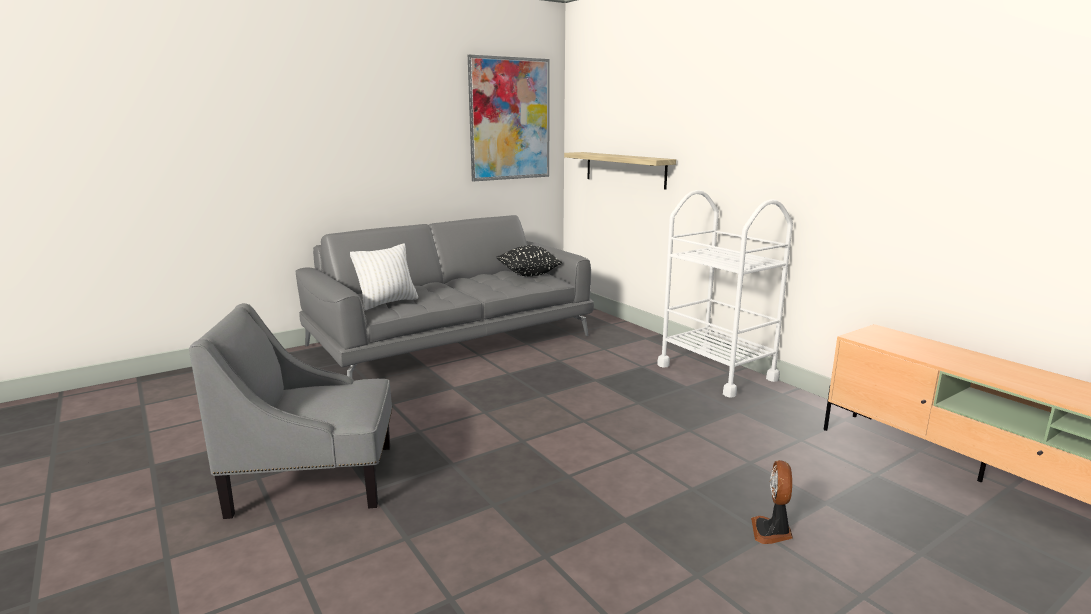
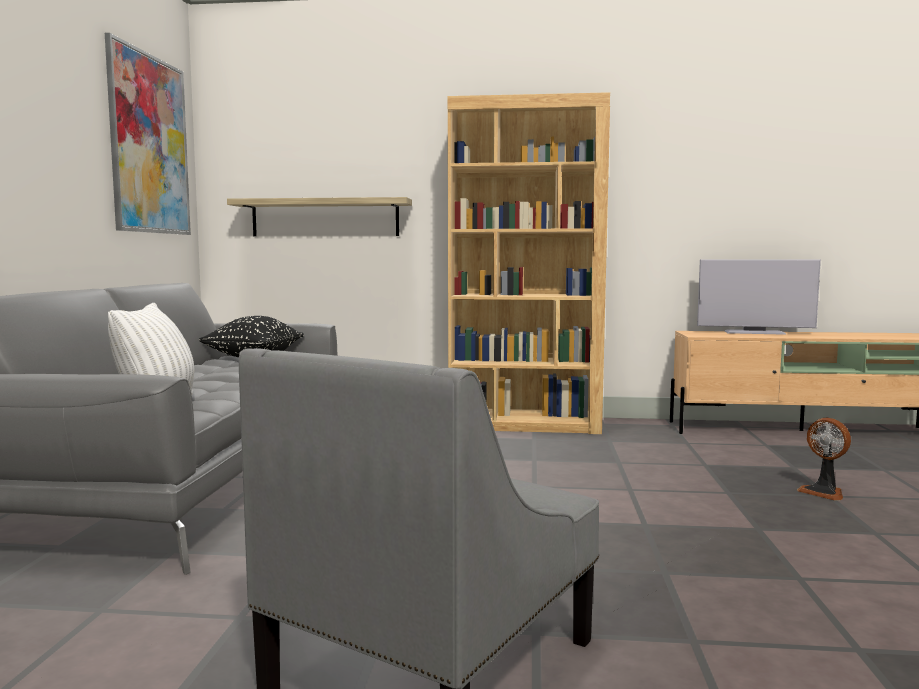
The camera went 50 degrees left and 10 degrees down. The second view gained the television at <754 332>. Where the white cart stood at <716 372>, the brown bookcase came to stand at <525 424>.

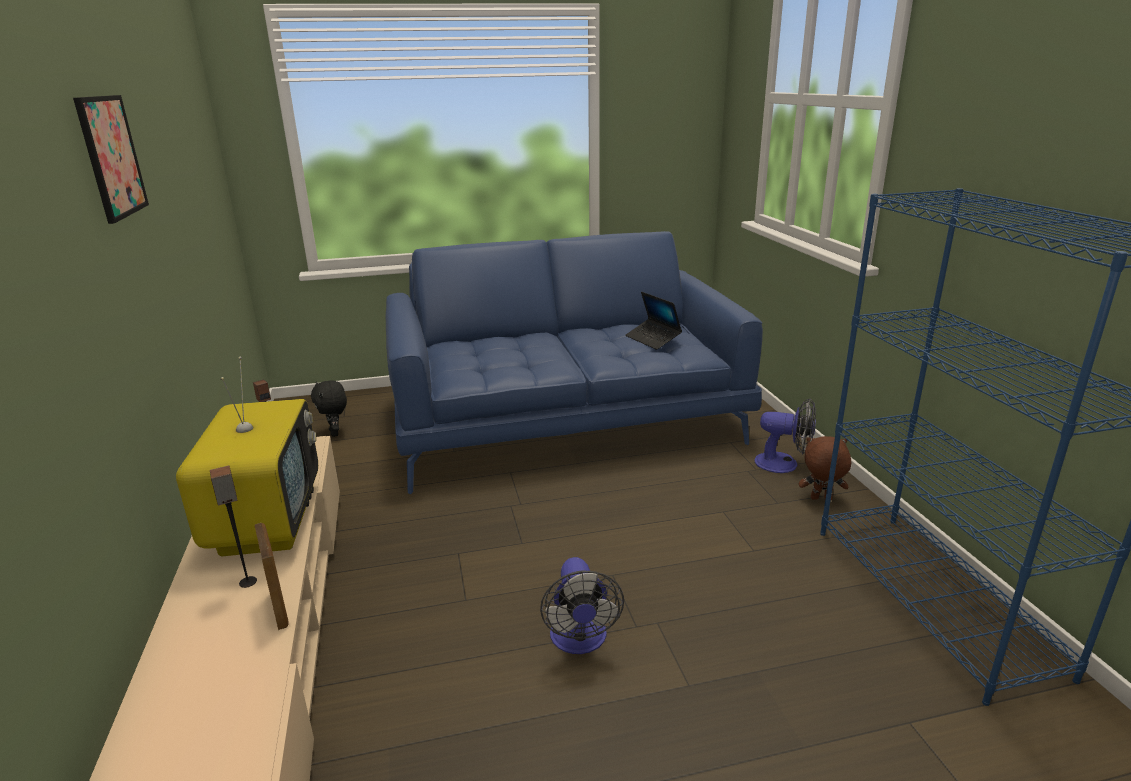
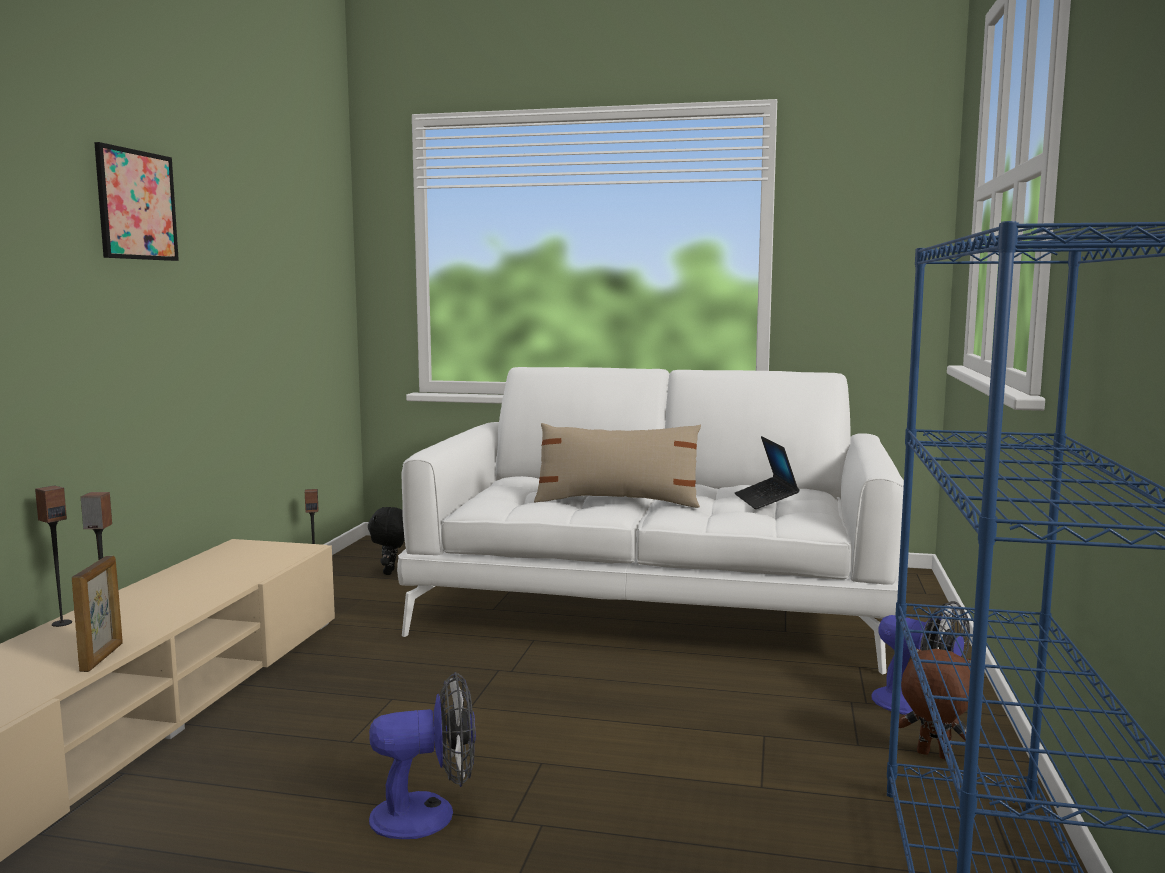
The camera went 25 degrees right and 15 degrees down. The second view lost the television at <267 522>. The second view gained the speaker at <61 623>. The second view gained the beige pillow at <617 502>. What was the blue sofa at <566 419> turned into the white sofa at <657 604>. The fan at <580 641> ended up facing another way, 120 degrees counterclockwise from before.

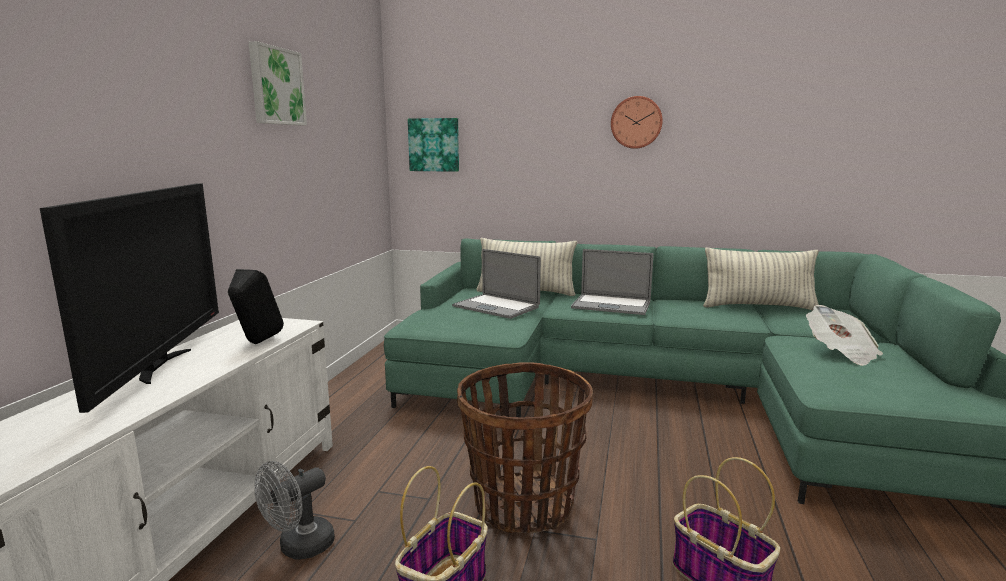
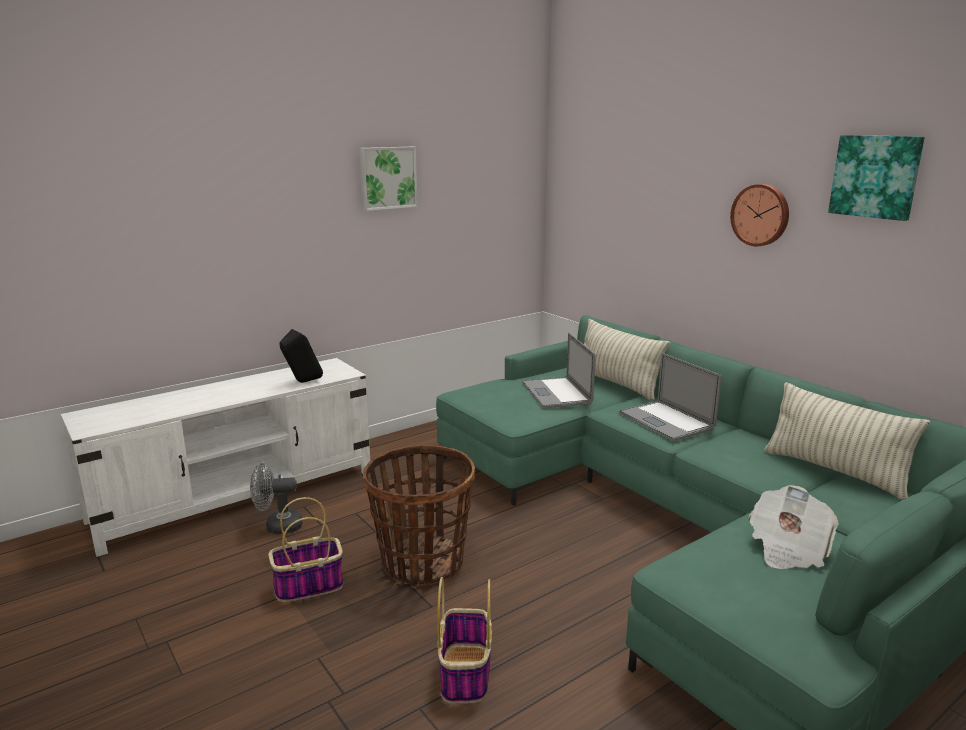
The camera went 40 degrees right and 5 degrees up. The second view lost the television at <161 366>. The picture ended up elsewhere, having gone from <434 145> to <875 176>.

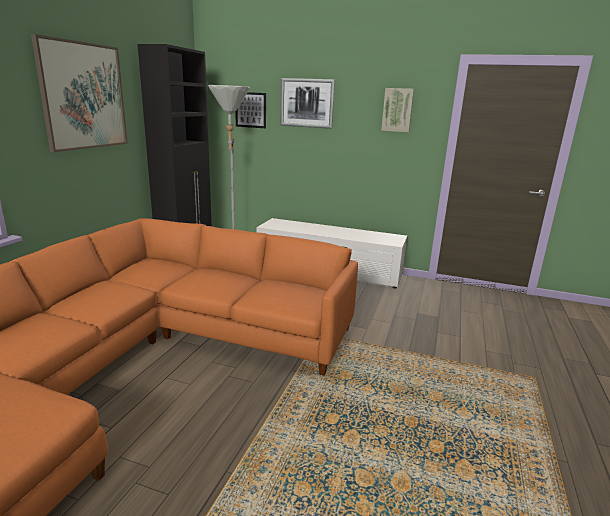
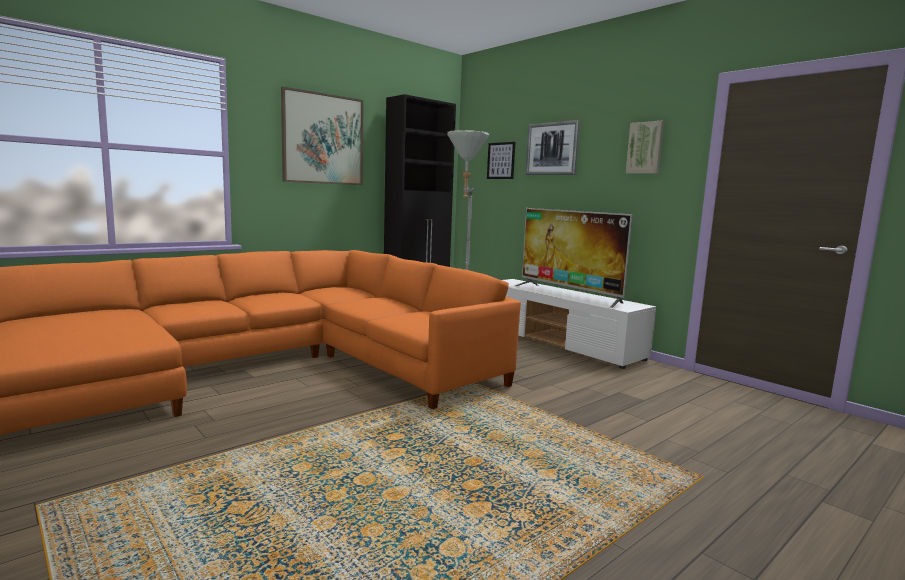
The camera went 30 degrees right and 10 degrees down. The second view gained the television at <569 294>.

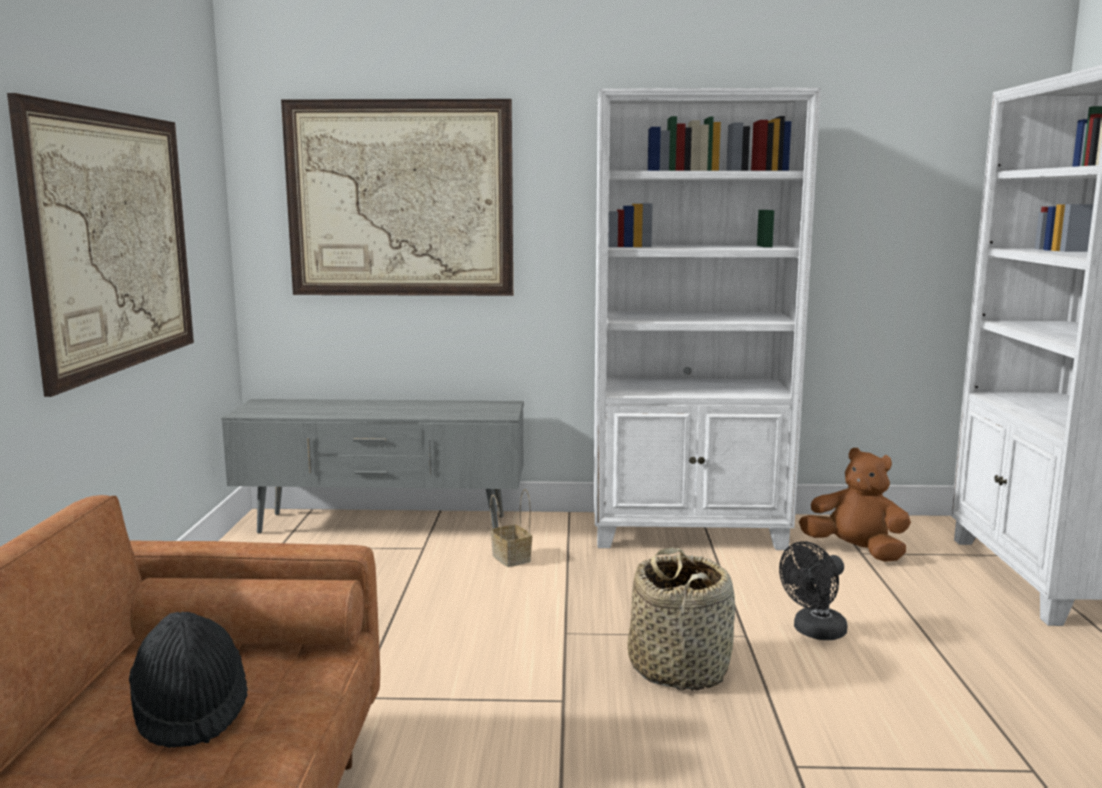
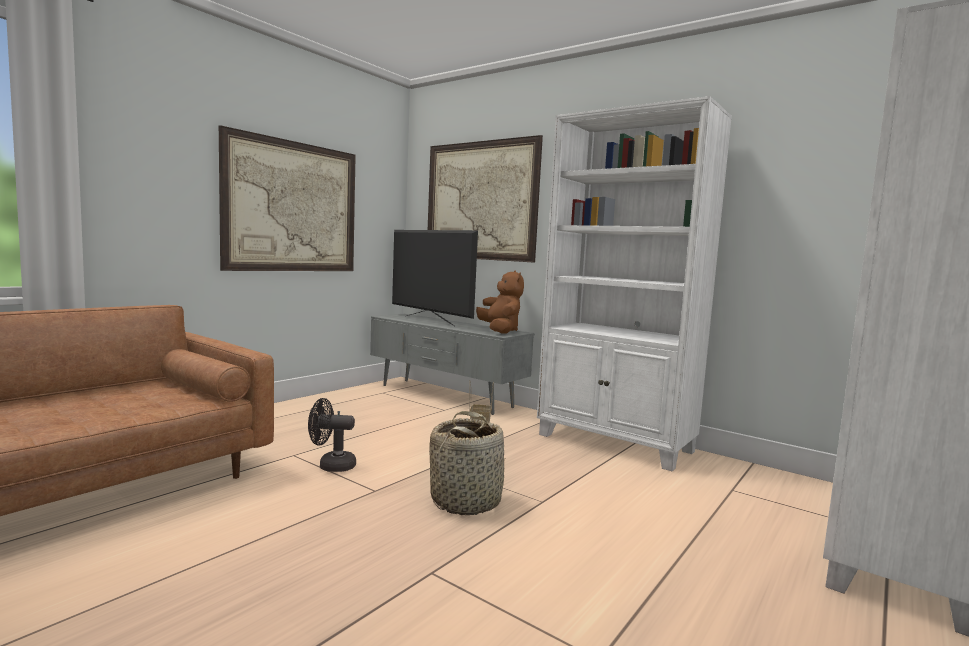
The camera went 35 degrees right and 5 degrees down. The second view lost the black hat at <190 710>. The second view gained the television at <429 321>. The black fan ended up elsewhere, having gone from <814 632> to <331 466>. The brown plush toy ended up elsewhere, having gone from <855 551> to <500 331>.

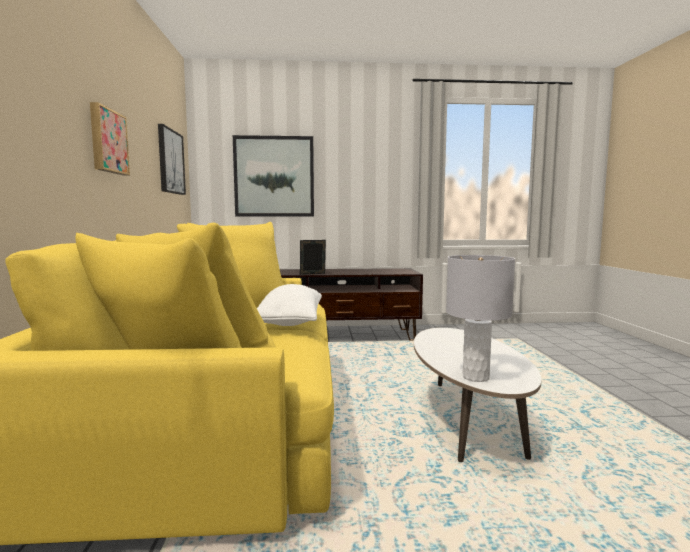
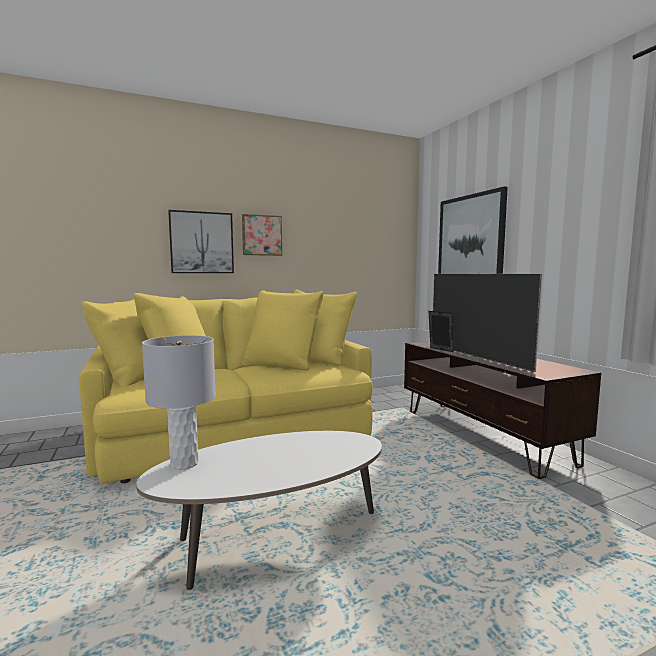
The camera went 70 degrees right and 0 degrees up. The second view lost the white pillow at <289 322>. The second view gained the television at <476 356>. The picture ended up elsewhere, having gone from <170 162> to <201 243>.

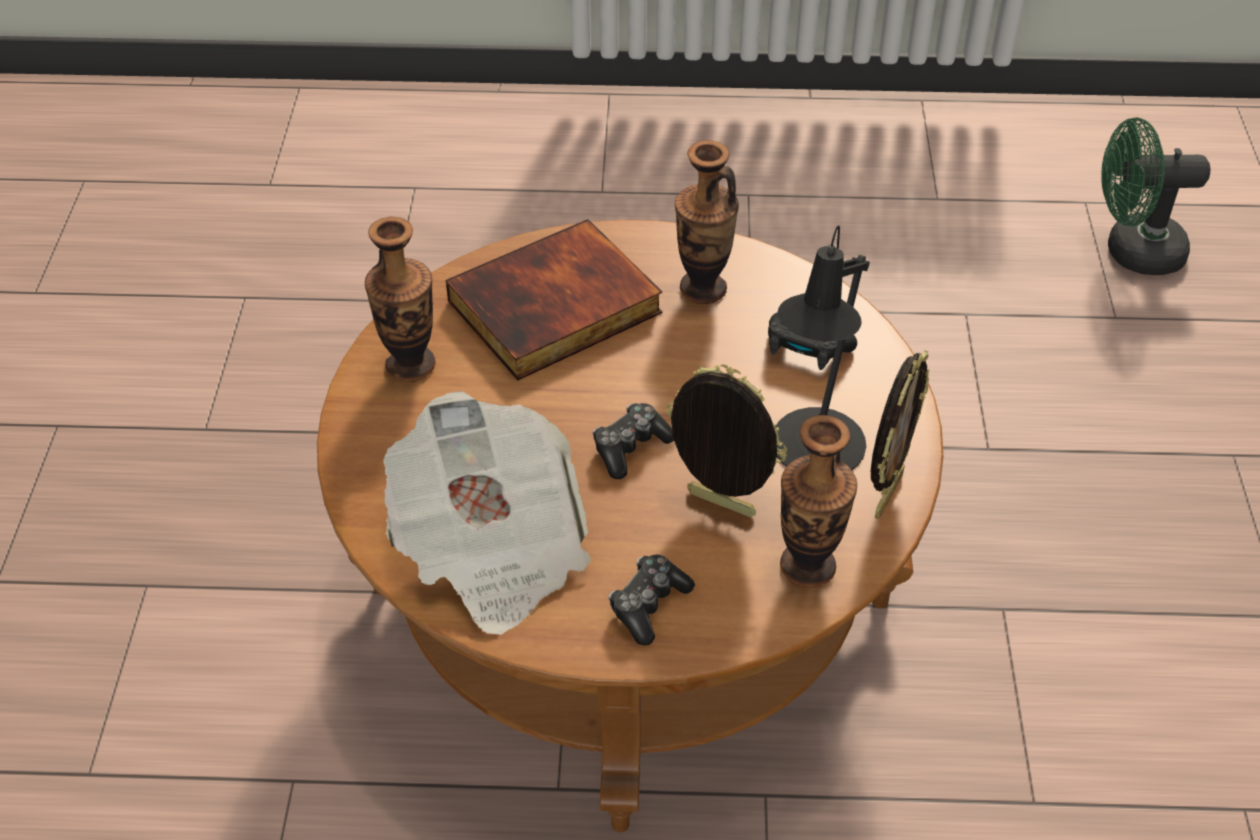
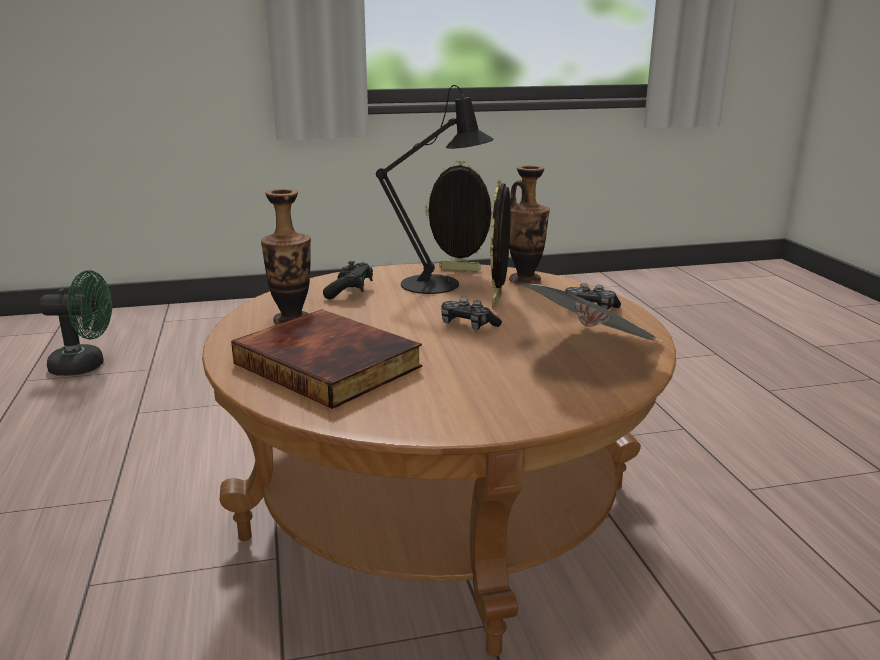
The camera went 105 degrees left and 25 degrees down. The second view lost the vase at <410 365>. The green fan at <1132 252> ended up facing another way, 75 degrees counterclockwise from before.

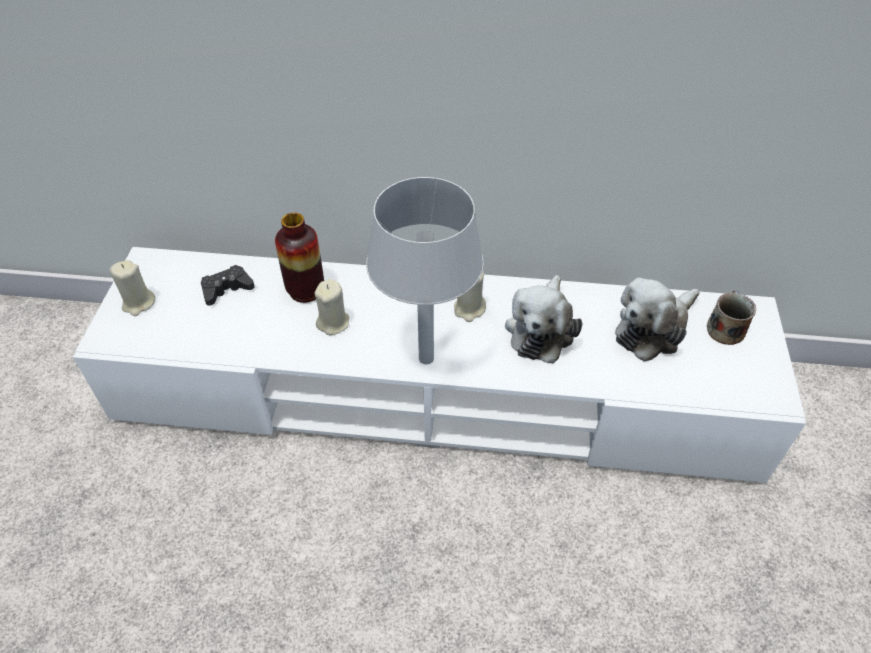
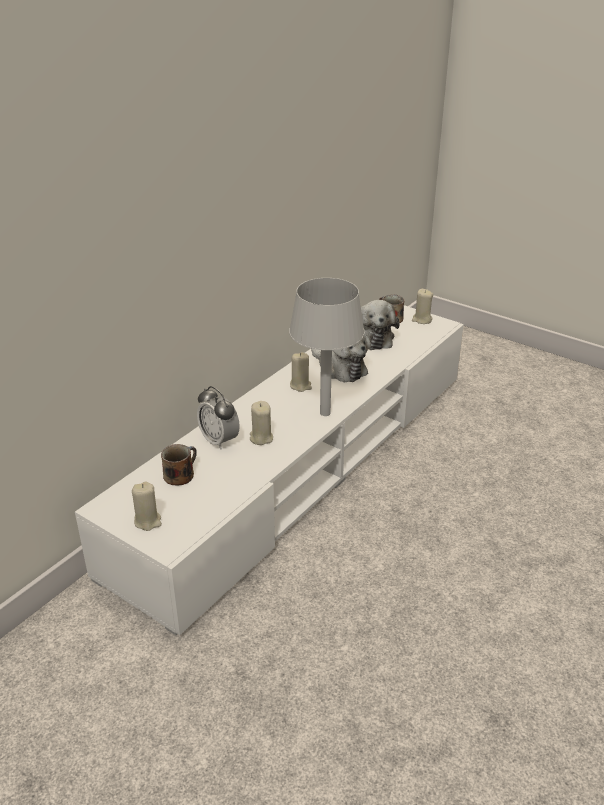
The camera went 60 degrees left and 15 degrees down. The second view gained the beige candle at <422 320>. Where the black game controller stood at <227 289>, the mug came to stand at <180 474>. Where the vase stood at <305 291>, the alarm clock came to stand at <219 441>.

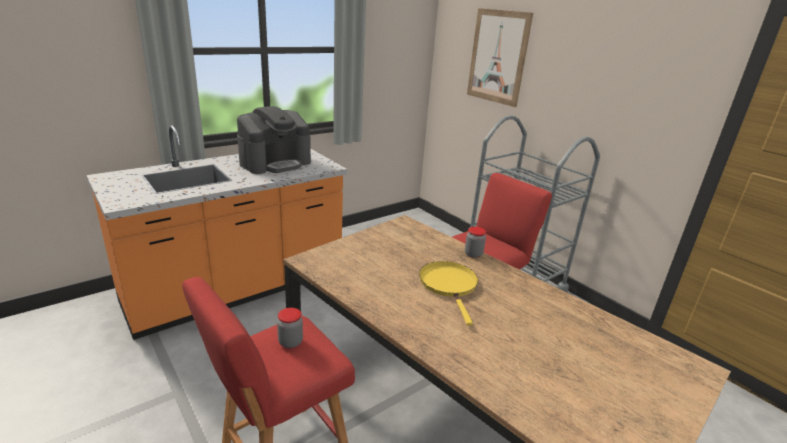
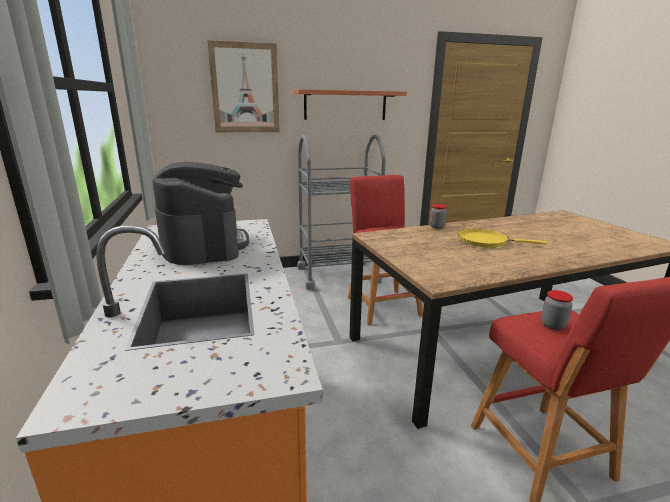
The camera went 65 degrees left and 5 degrees down. The second view gained the shelf at <345 105>.

